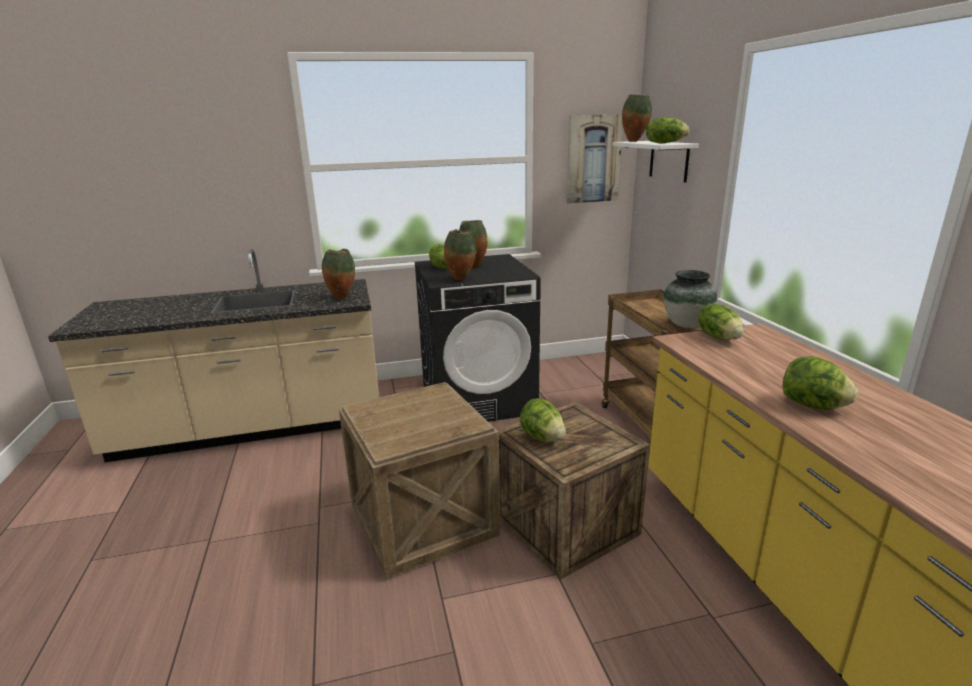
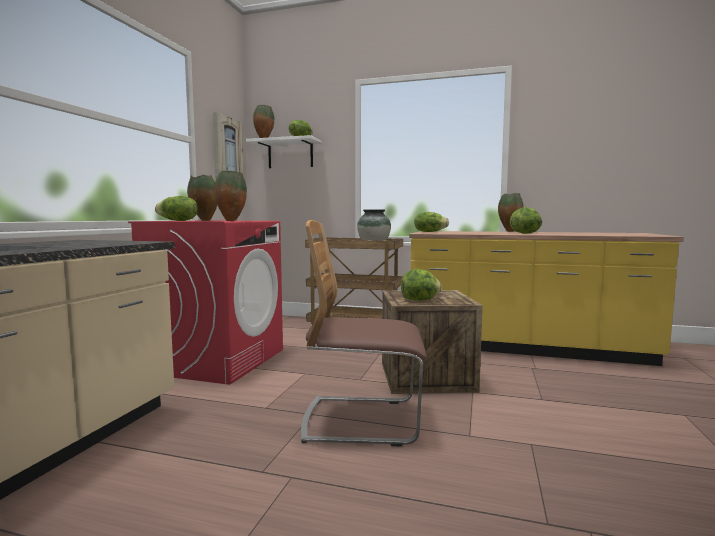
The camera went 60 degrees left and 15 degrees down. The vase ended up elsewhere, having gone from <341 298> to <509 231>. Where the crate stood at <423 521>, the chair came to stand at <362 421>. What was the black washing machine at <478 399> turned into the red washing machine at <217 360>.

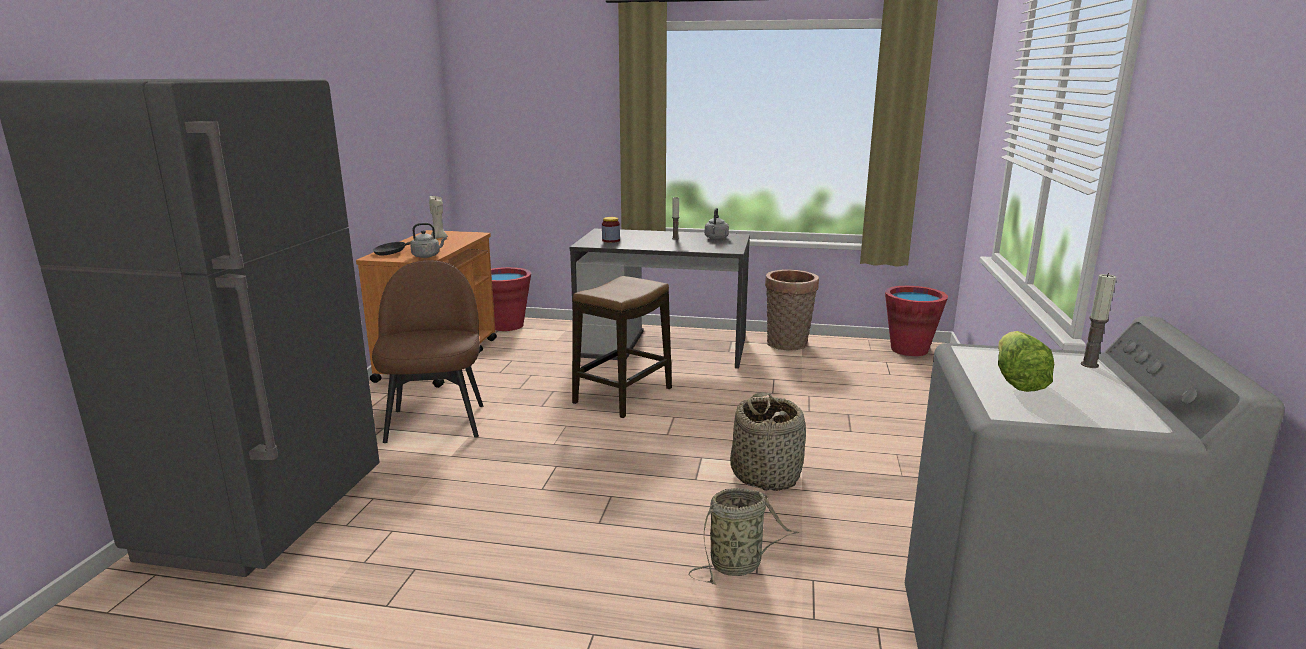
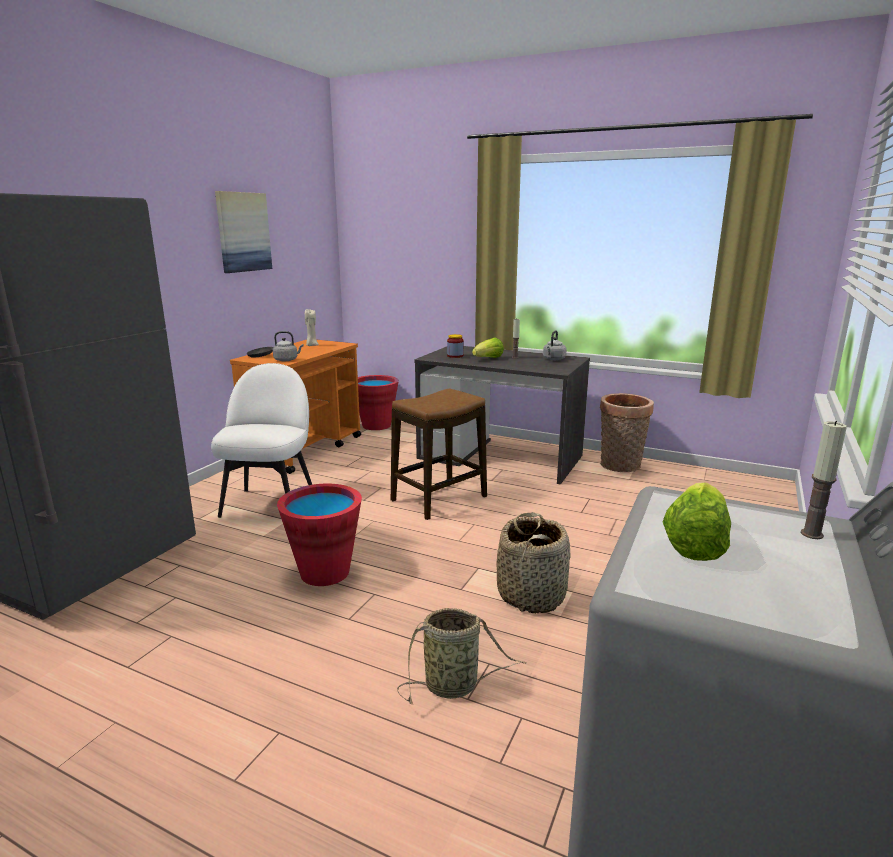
The camera went 15 degrees right and 0 degrees up. The second view gained the picture at <243 232>. The second view gained the lettuce at <488 358>. The red bucket ended up elsewhere, having gone from <909 349> to <325 572>. What was the brown chair at <436 421> turned into the white chair at <270 503>.

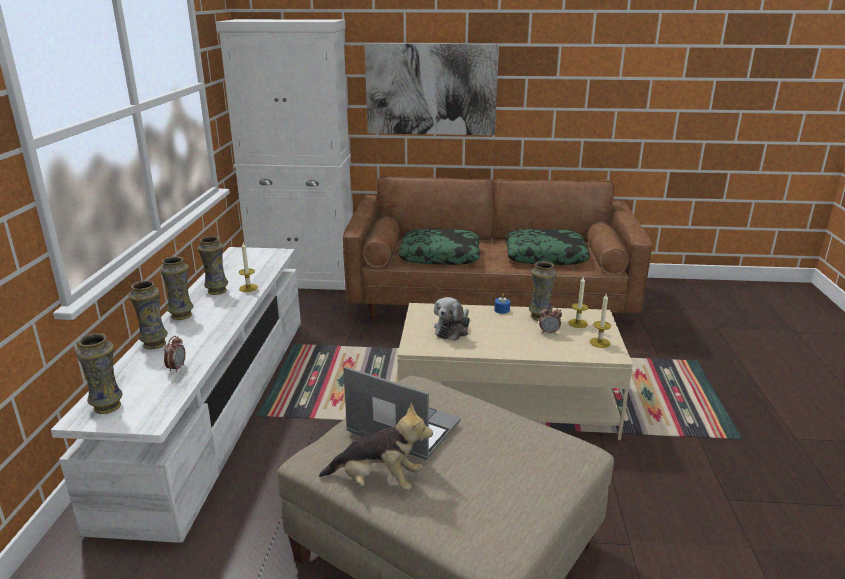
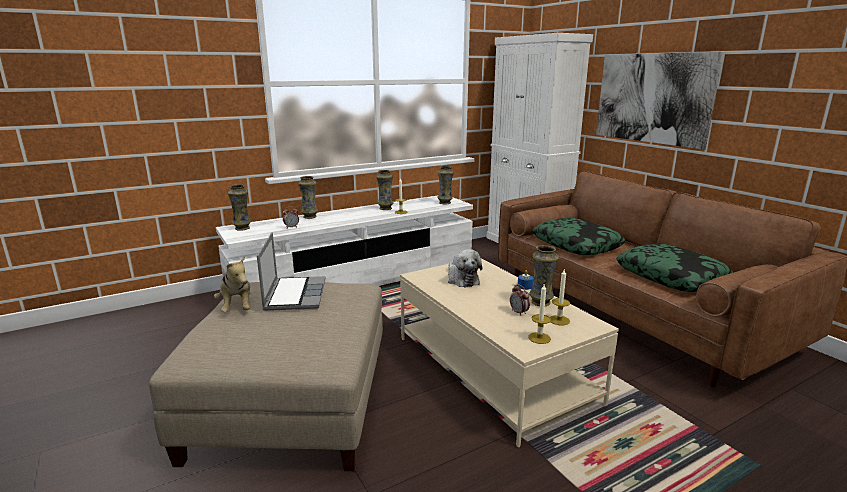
The camera went 55 degrees right and 5 degrees down. The vase ended up elsewhere, having gone from <182 315> to <445 203>. The plush toy at <453 329> ended up facing another way, 105 degrees counterclockwise from before.

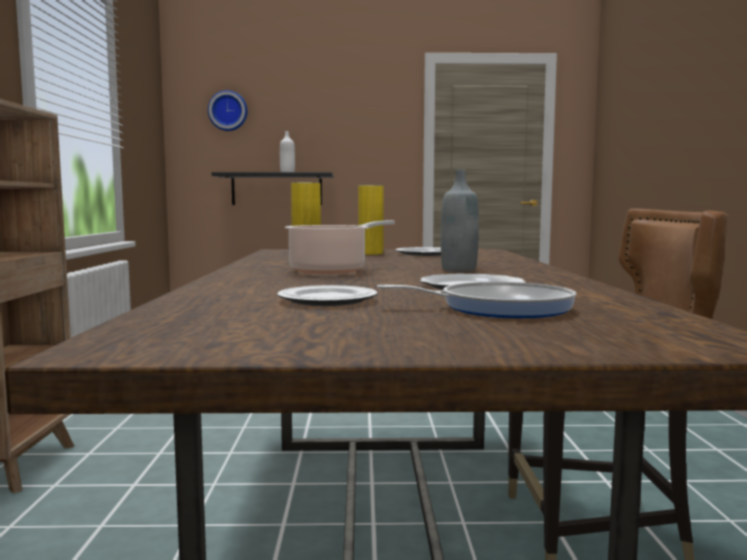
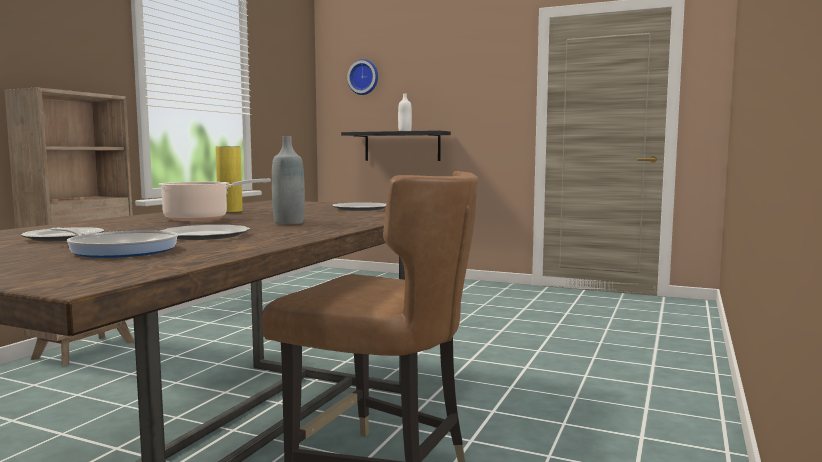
The camera went 25 degrees right and 0 degrees up. The second view lost the yellow vase at <370 253>.

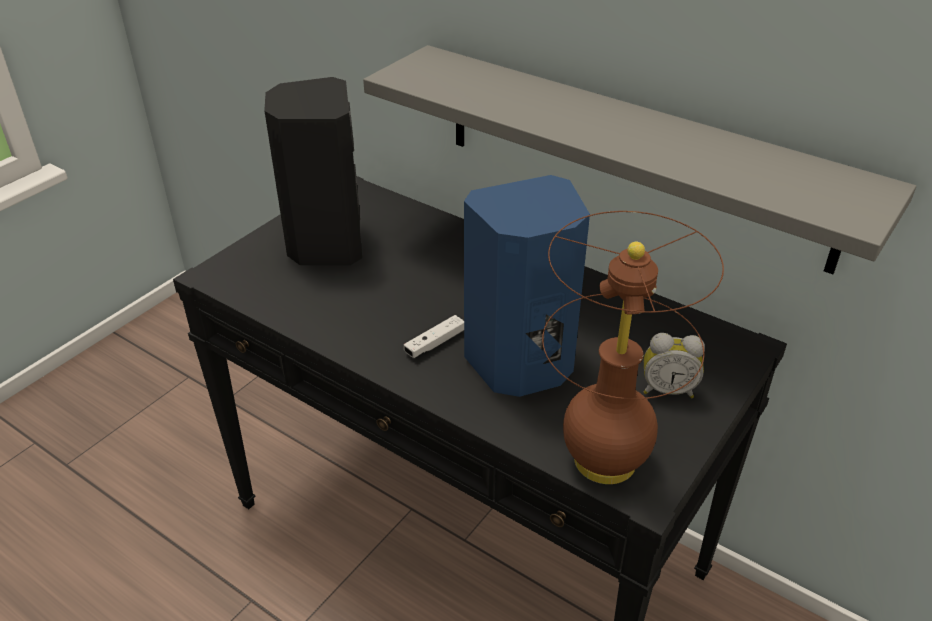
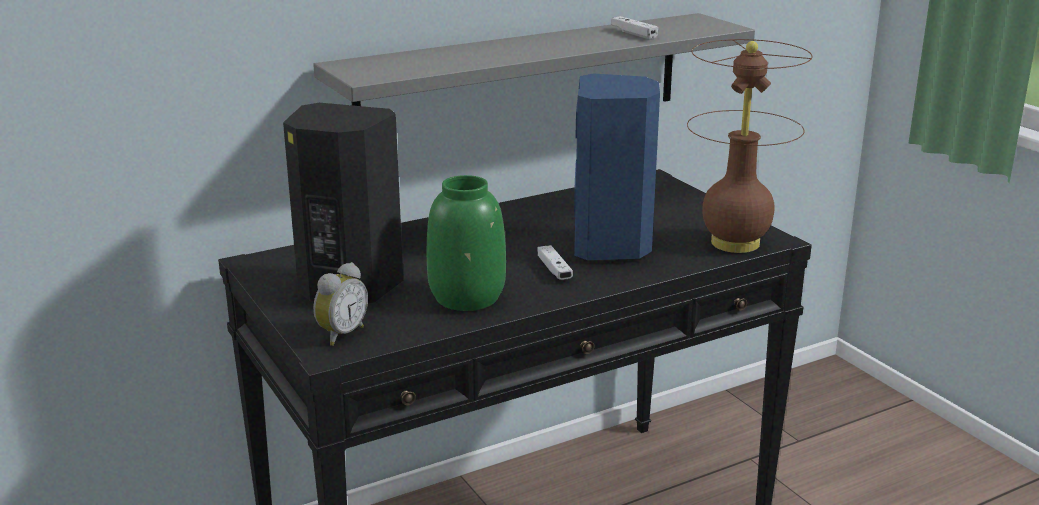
The camera went 65 degrees left and 15 degrees down. The second view gained the green vase at <466 298>. The second view gained the white game controller at <633 34>. The alarm clock ended up elsewhere, having gone from <667 389> to <340 334>.

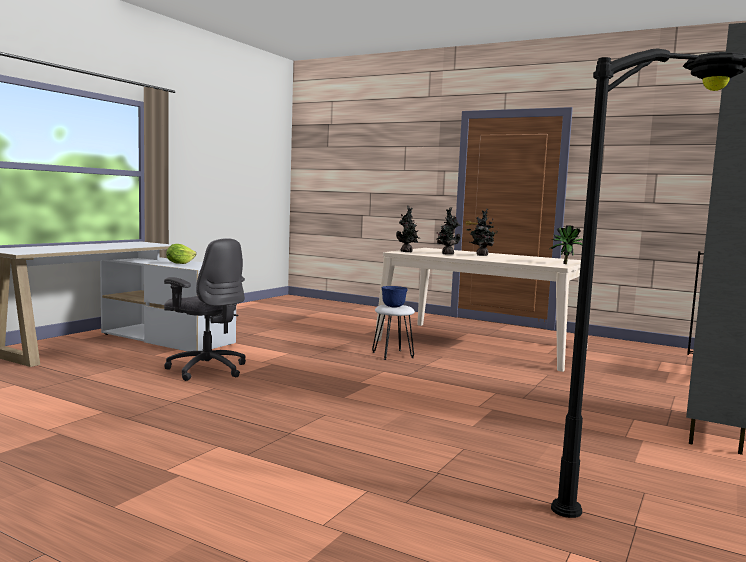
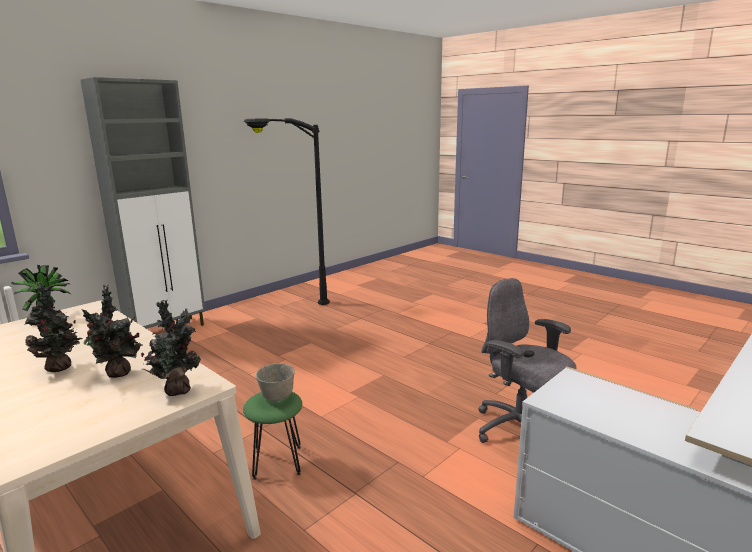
The camera went 165 degrees left and 10 degrees up. The second view lost the lettuce at <180 263>. What was the white stool at <392 355> turned into the green stool at <278 462>. What was the blue bowl at <393 306> turned into the grey bowl at <277 397>.

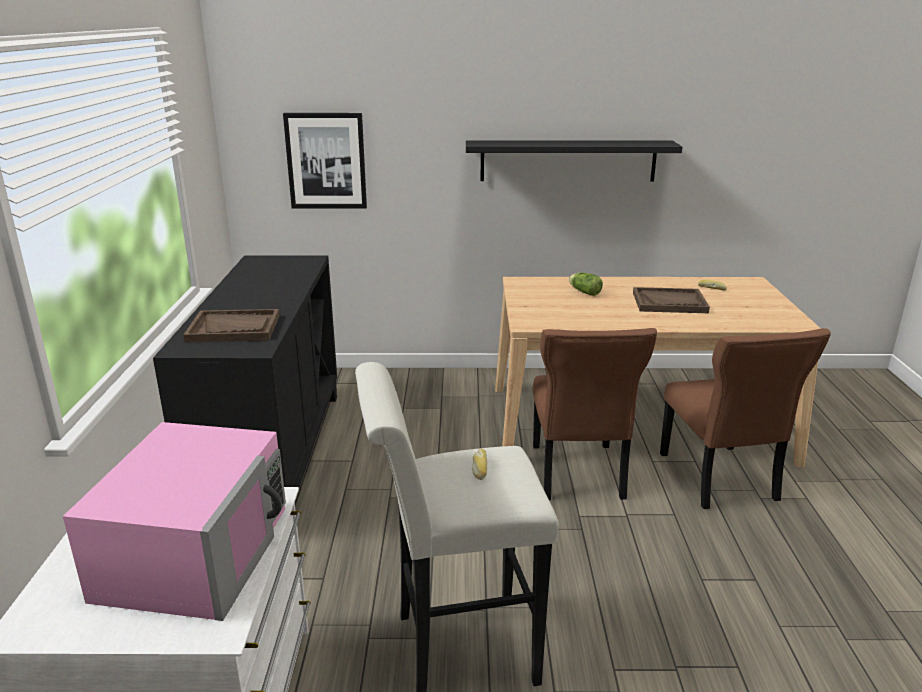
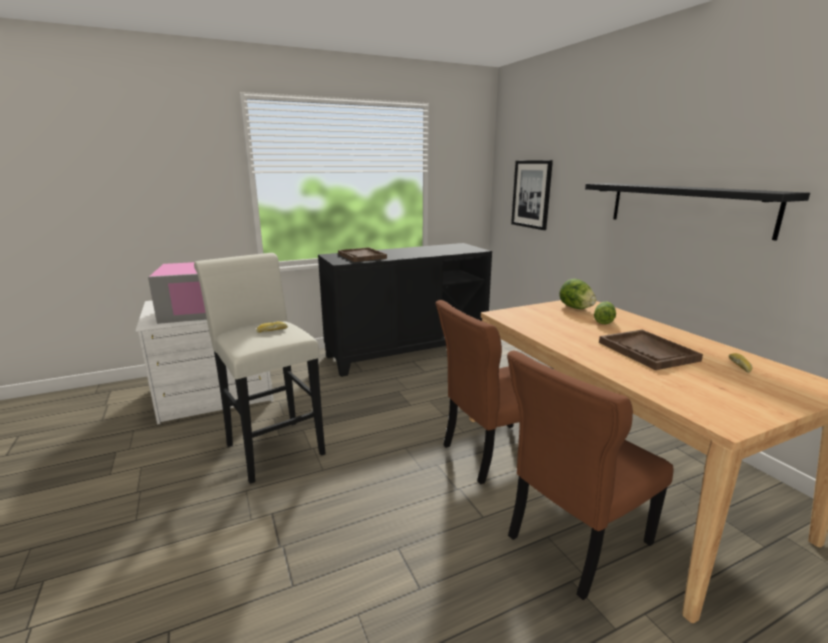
The camera went 65 degrees right and 5 degrees down. The second view gained the lettuce at <575 308>.

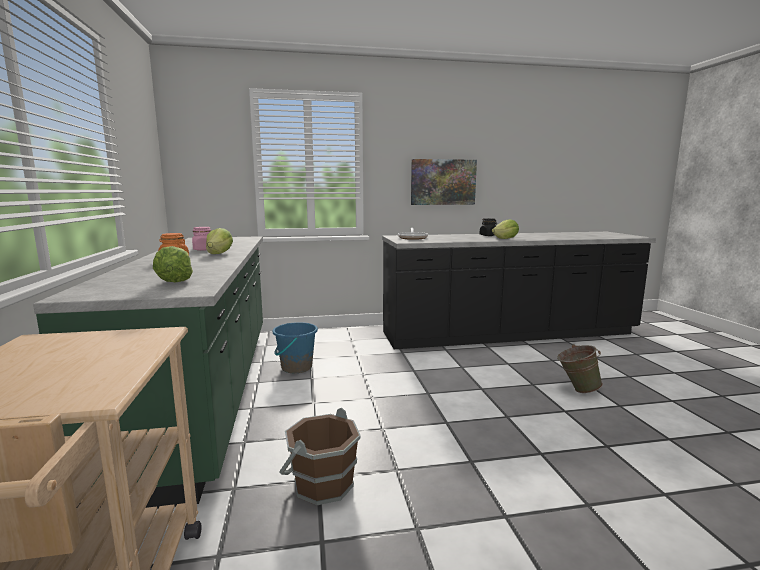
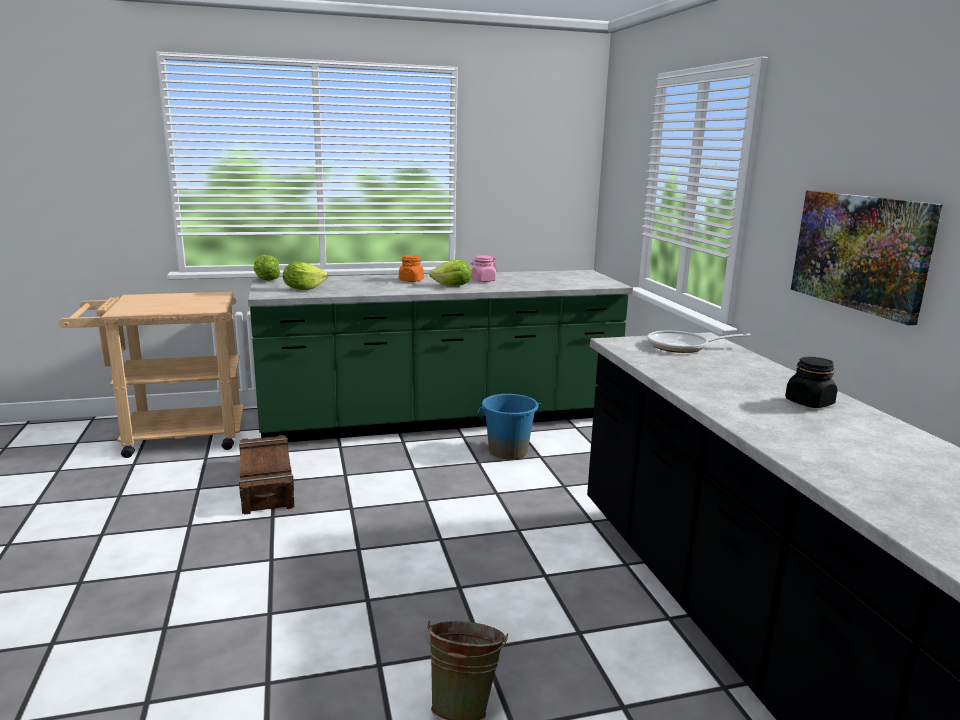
The camera went 85 degrees right and 5 degrees up. The lettuce ended up elsewhere, having gone from <505 239> to <266 280>. Where the brown bucket stood at <322 484>, the crate came to stand at <265 483>.

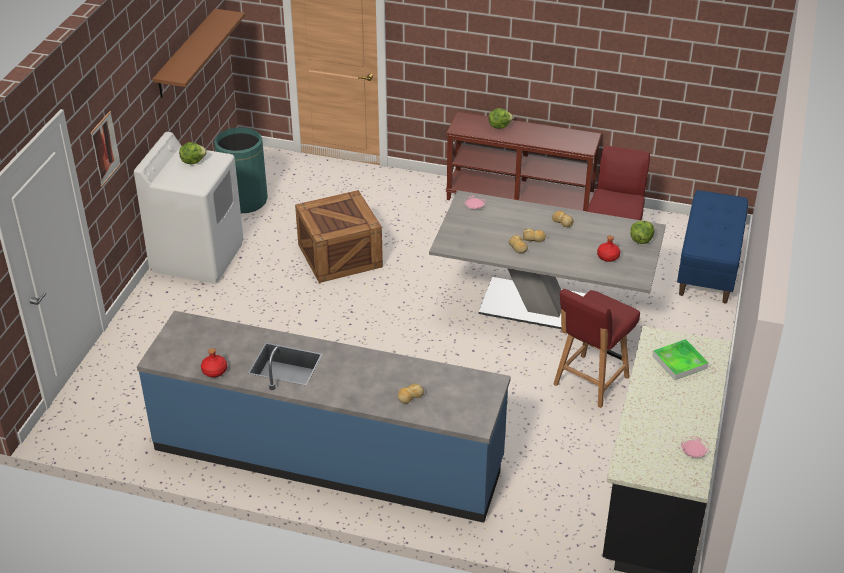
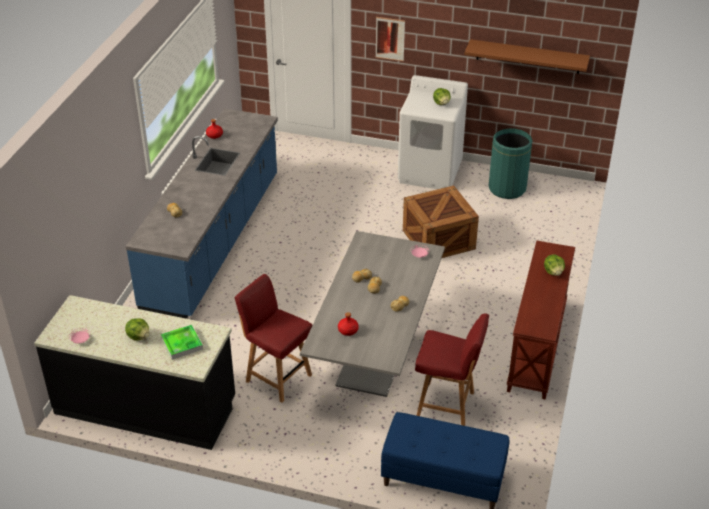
The camera went 90 degrees right and 0 degrees up. The lettuce ended up elsewhere, having gone from <641 240> to <139 336>.

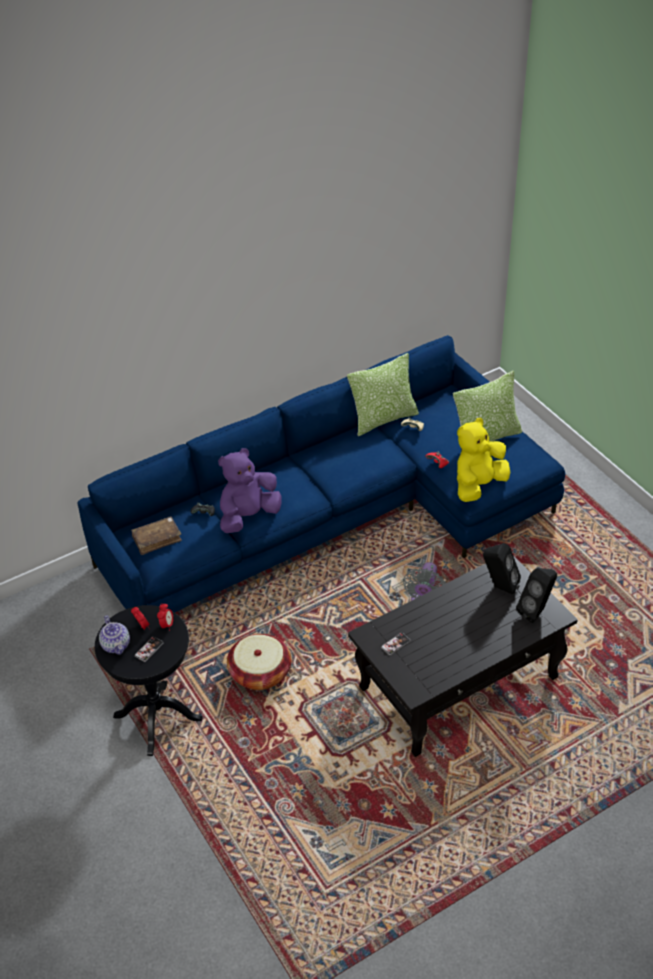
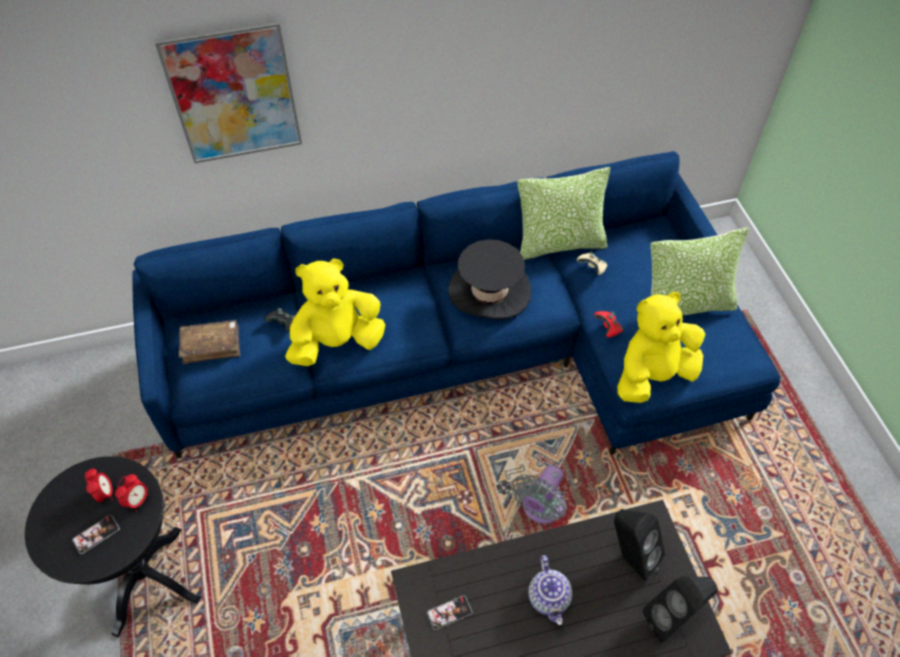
The camera went 15 degrees right and 10 degrees up. The second view lost the basket at <260 673>. The second view gained the picture at <233 93>. The second view gained the black hat at <489 291>. The teapot ended up elsewhere, having gone from <116 645> to <549 598>. What was the purple plush toy at <248 516> turned into the yellow plush toy at <337 342>.

